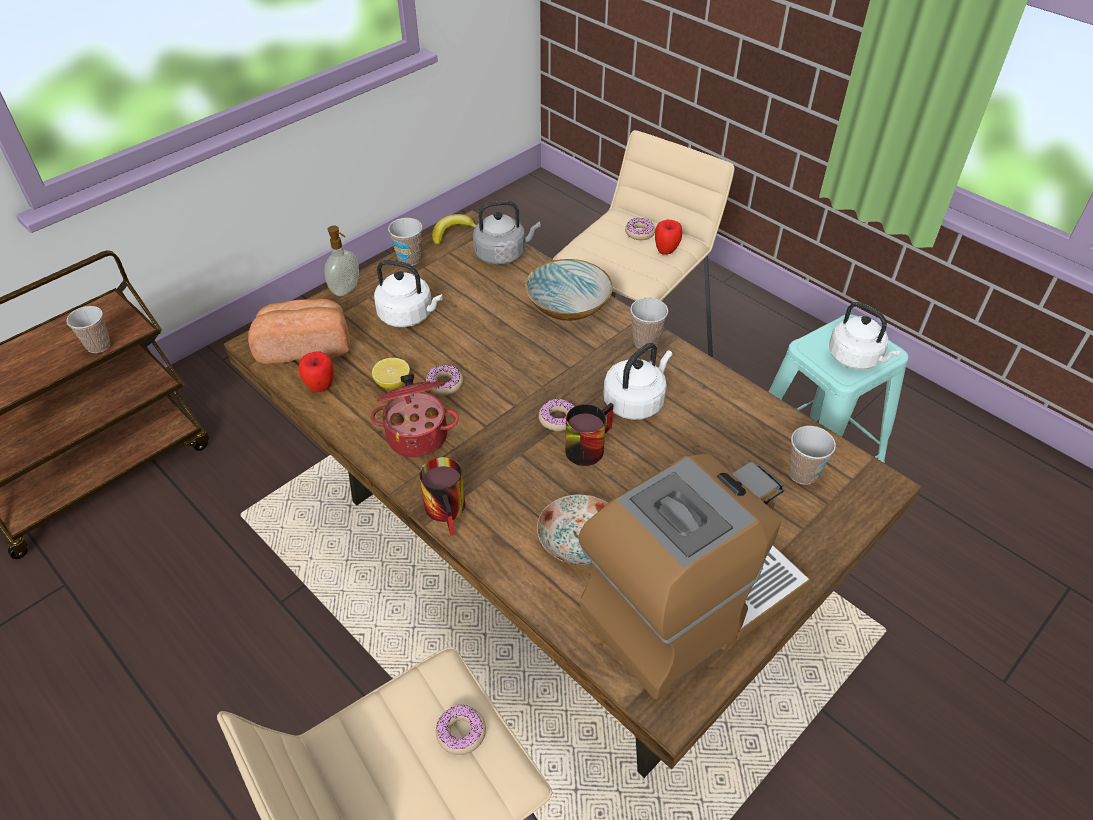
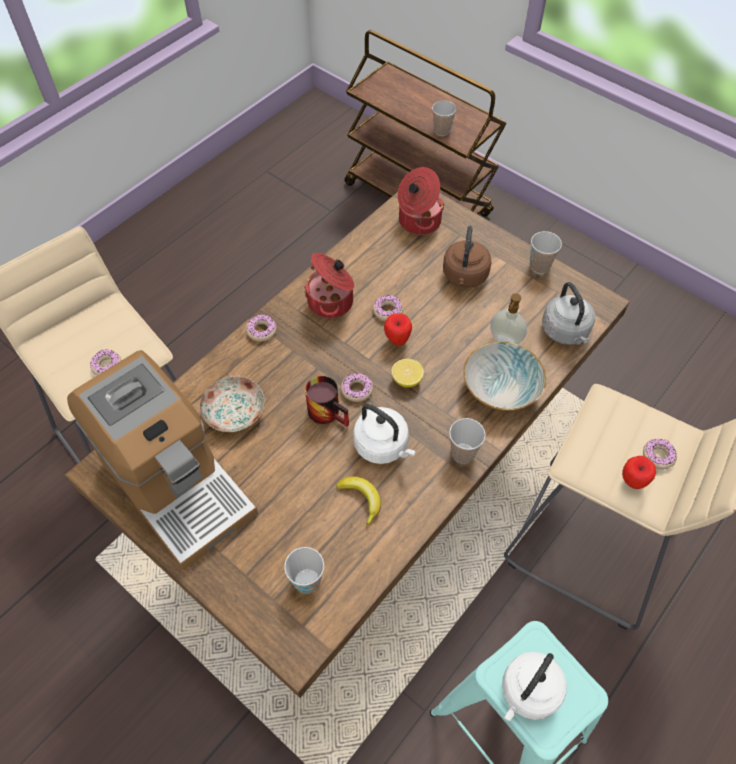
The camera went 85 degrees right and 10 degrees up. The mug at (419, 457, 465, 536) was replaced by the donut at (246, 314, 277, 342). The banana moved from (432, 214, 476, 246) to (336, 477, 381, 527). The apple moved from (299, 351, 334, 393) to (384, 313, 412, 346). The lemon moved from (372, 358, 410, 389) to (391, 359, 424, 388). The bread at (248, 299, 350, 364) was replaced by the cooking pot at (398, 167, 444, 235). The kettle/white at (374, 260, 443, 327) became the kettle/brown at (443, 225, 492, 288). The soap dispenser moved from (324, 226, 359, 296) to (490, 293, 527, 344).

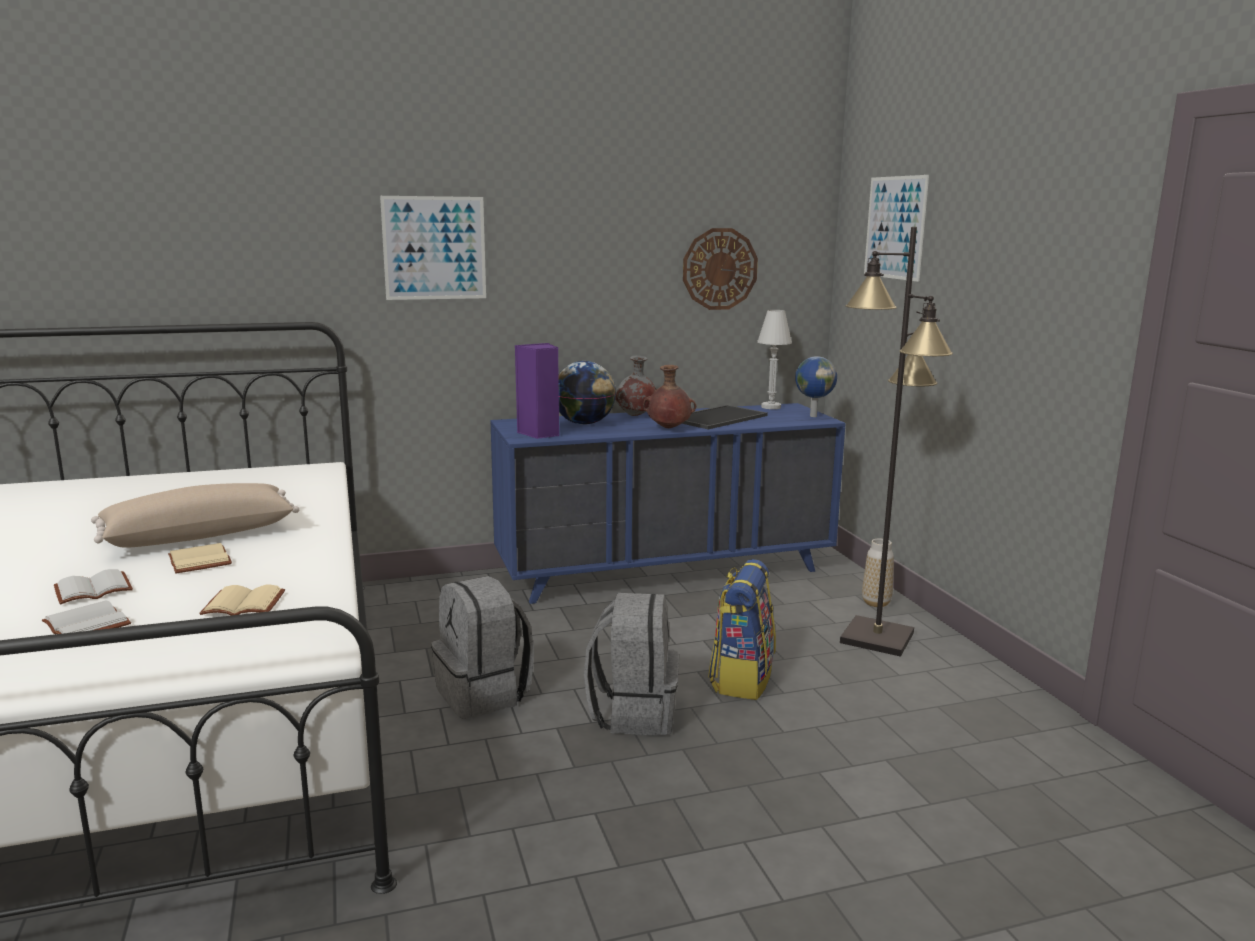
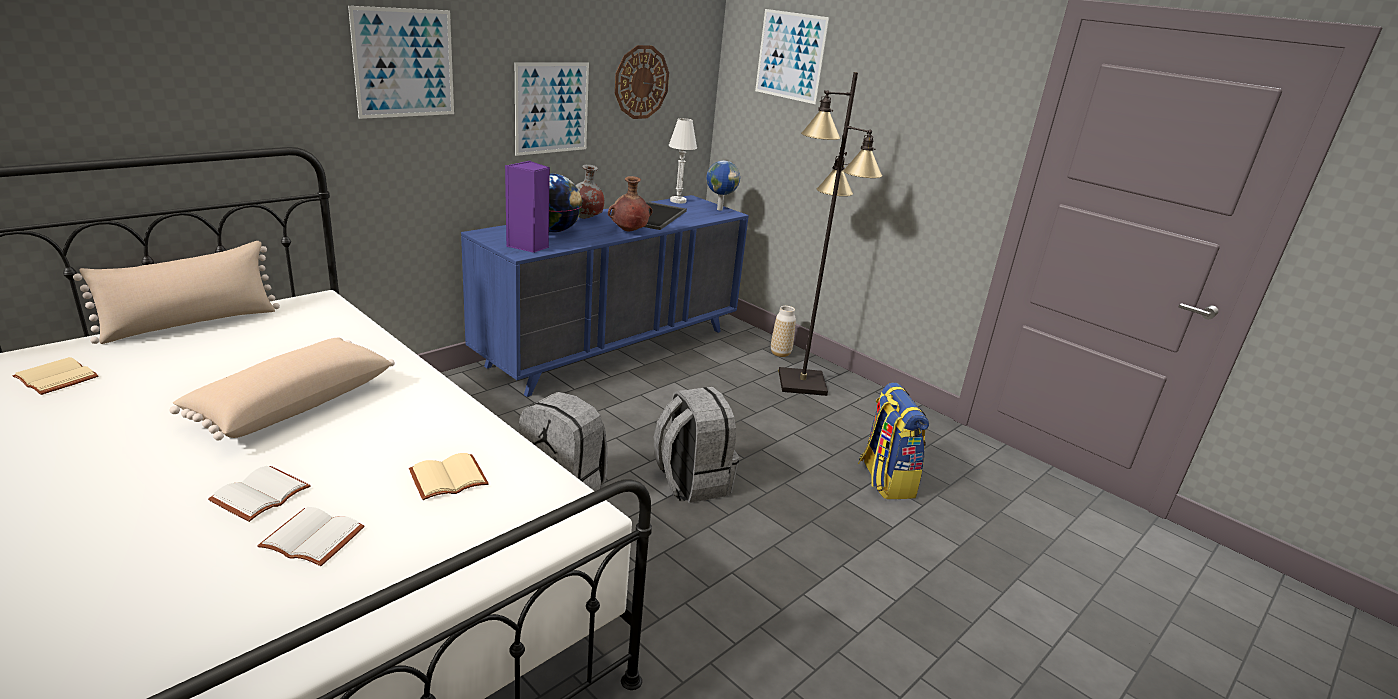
The camera went 30 degrees left and 10 degrees up. The book/beige moved from (168, 543, 232, 573) to (12, 357, 99, 395). The pillow/beige at (73, 241, 280, 344) appeared. The picture at (515, 63, 589, 156) appeared. The backpack moved from (708, 559, 776, 700) to (858, 383, 929, 499).

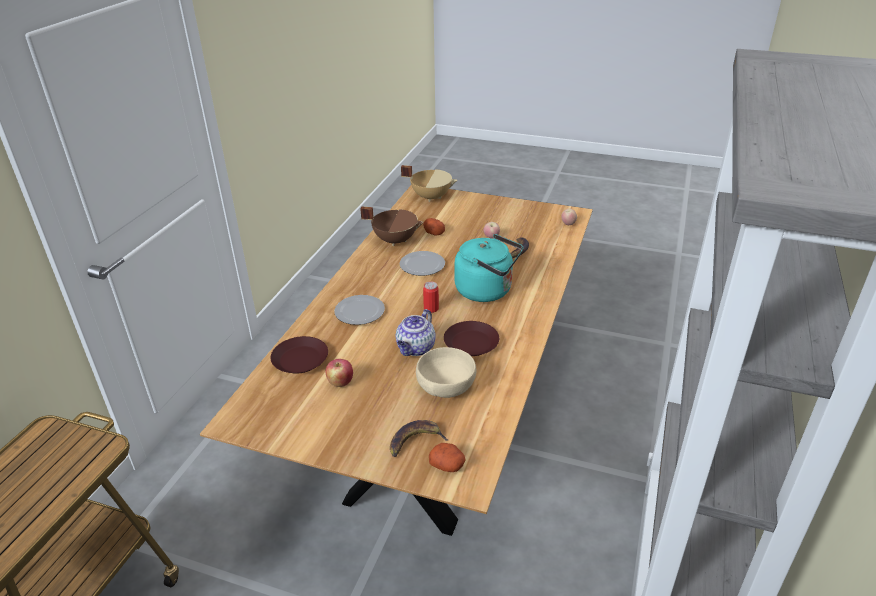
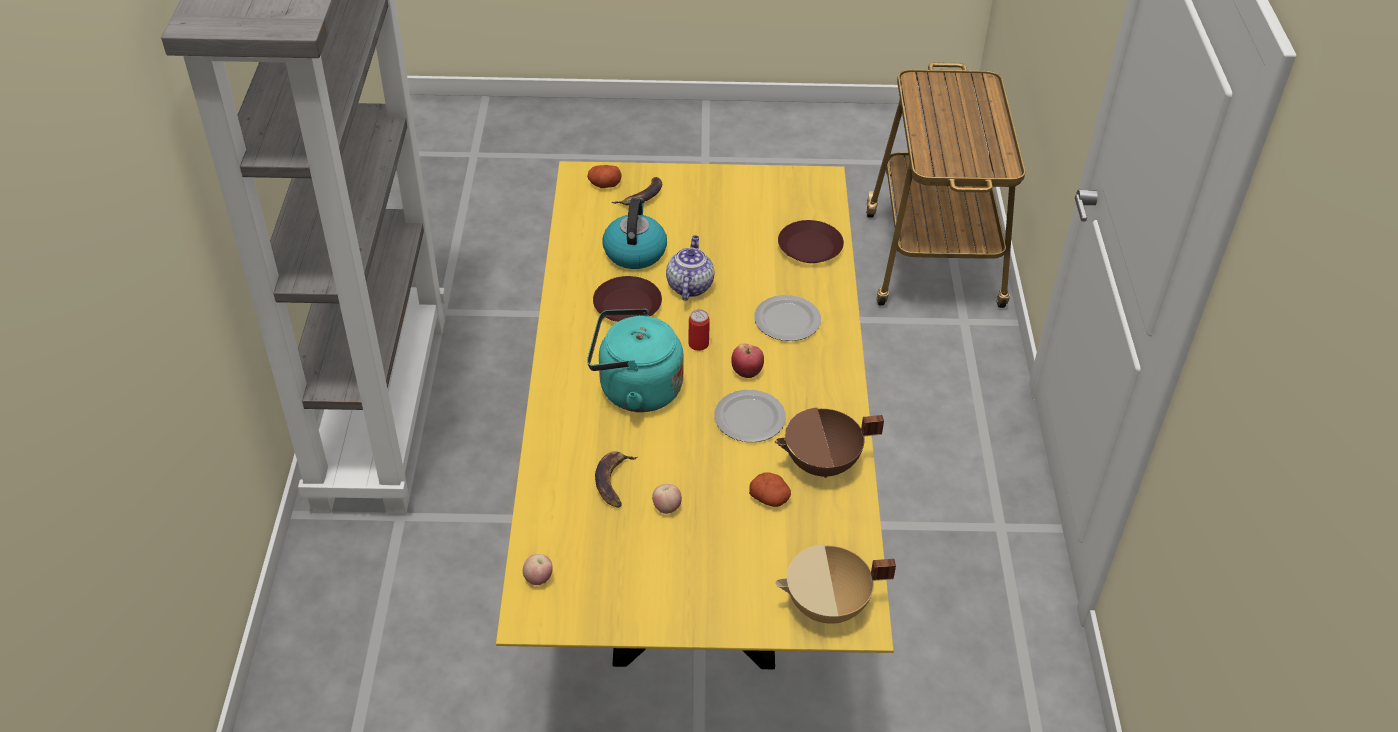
The camera went 160 degrees right and 10 degrees up. The dining table/brown at (200, 185, 593, 536) became the dining table/yellow at (496, 161, 894, 669). The bowl/beige at (416, 347, 476, 398) was replaced by the kettle at (603, 198, 667, 269). The apple moved from (326, 359, 353, 387) to (731, 343, 764, 378).

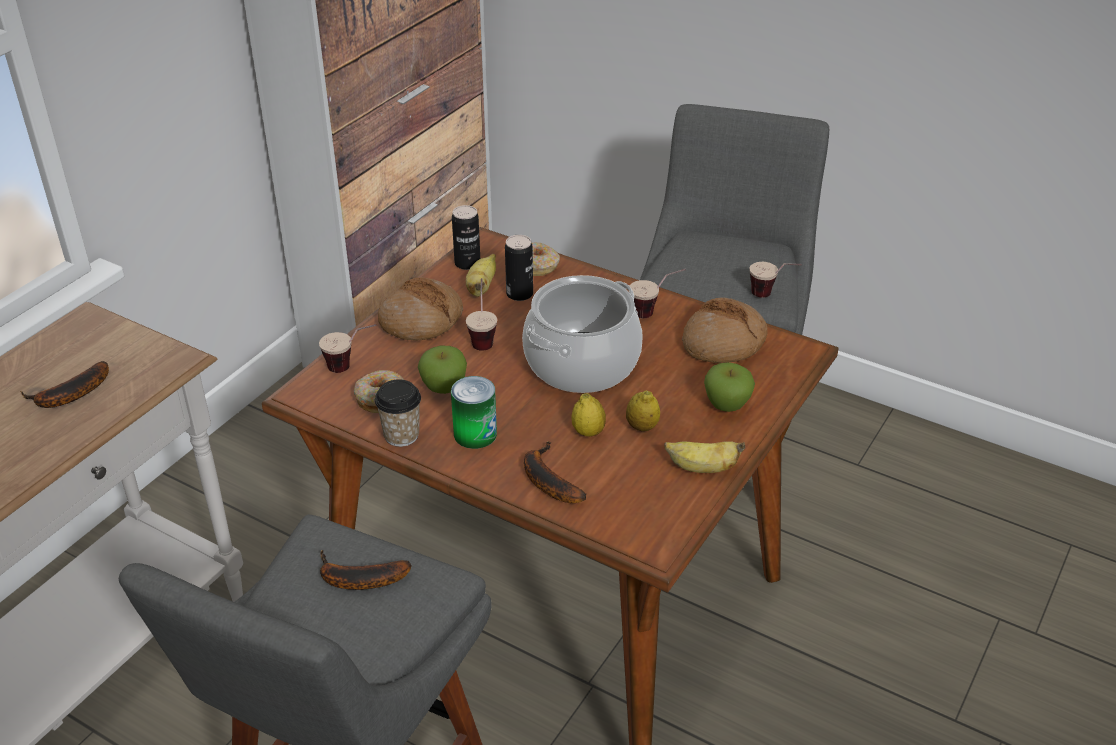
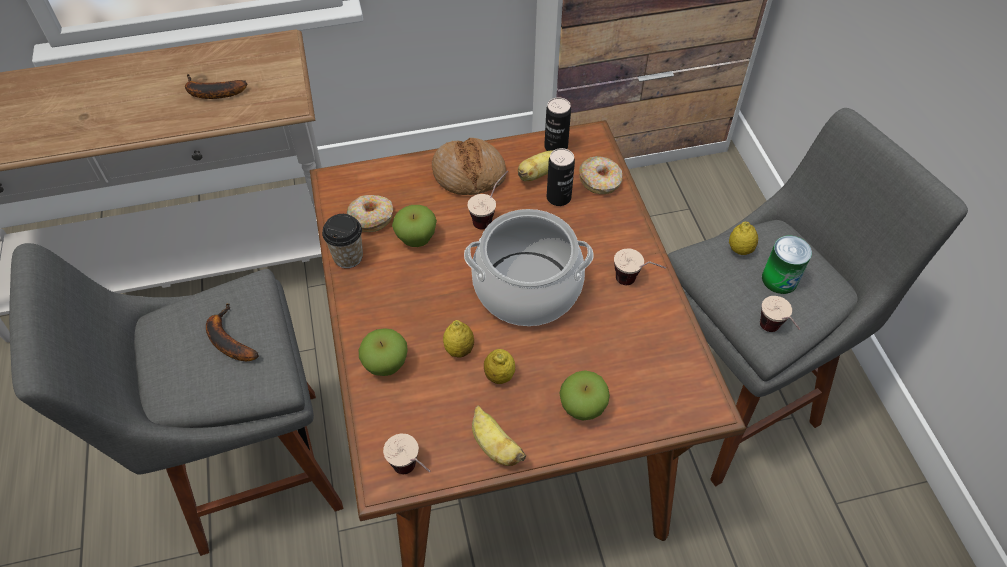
The camera went 45 degrees right and 15 degrees up. The banana at (524, 441, 586, 503) was replaced by the apple at (359, 328, 408, 376). The cup moved from (319, 324, 376, 373) to (383, 434, 430, 474). The lemon at (729, 222, 758, 255) appeared. The can moved from (451, 376, 497, 449) to (762, 236, 812, 294). The bread at (682, 297, 768, 363) disappeared.

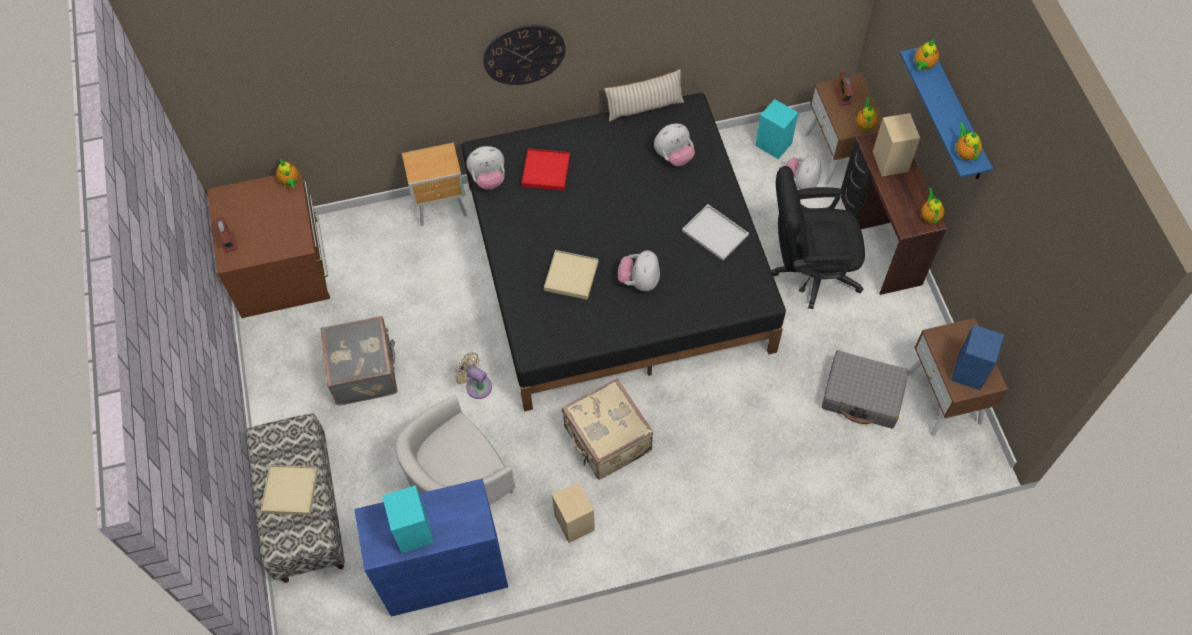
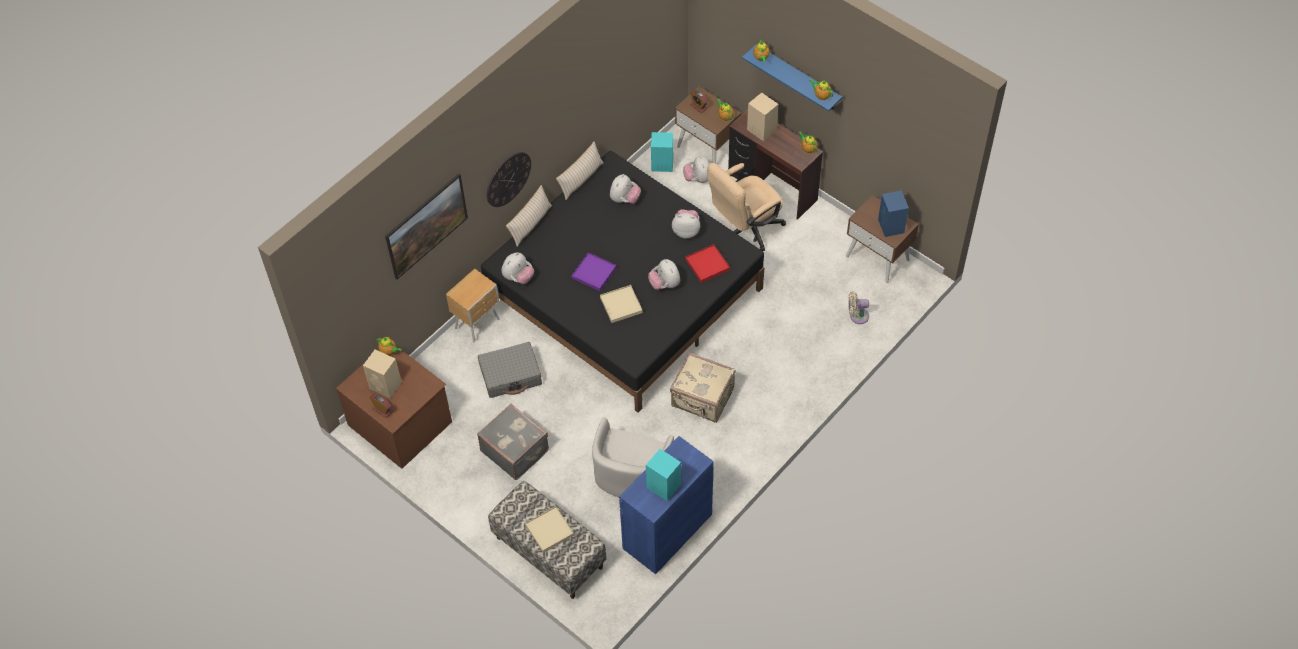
The camera went 35 degrees left and 5 degrees down. The speaker/beige moved from (552, 482, 595, 543) to (363, 349, 402, 398). The picture at (385, 174, 468, 279) appeared. The suitcase/grey moved from (822, 350, 909, 428) to (478, 342, 542, 398). The pillow/beige at (506, 185, 552, 247) appeared. The tray/purple at (571, 252, 616, 291) appeared. The tray/white at (682, 204, 749, 261) was replaced by the plush toy at (672, 209, 700, 238). The tray/red moved from (522, 148, 570, 191) to (685, 244, 730, 283). The office chair/black at (772, 166, 865, 309) became the office chair/beige at (707, 163, 786, 251). The fan/beige moved from (454, 352, 492, 399) to (848, 291, 869, 324).

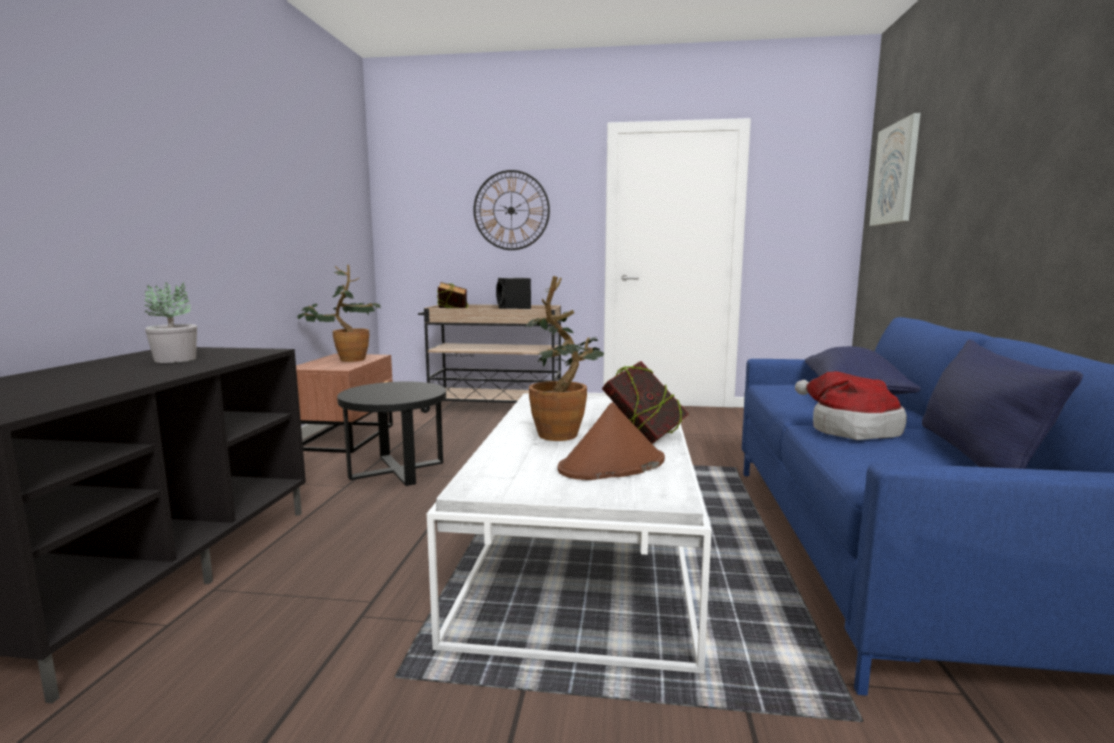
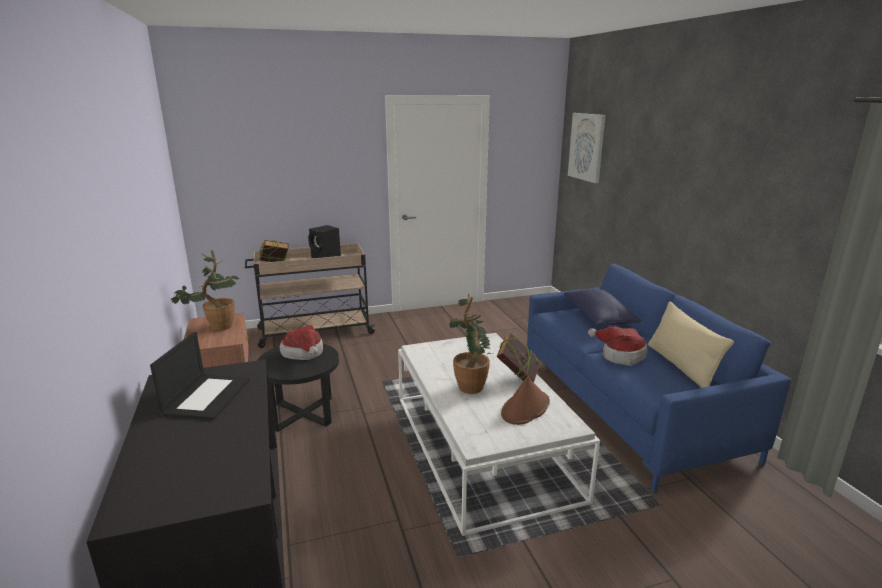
The camera went 25 degrees left and 10 degrees up. The potted plant at (144, 280, 197, 363) was replaced by the laptop at (150, 332, 250, 420). The hat at (280, 325, 323, 360) appeared. The pillow/blue at (922, 339, 1083, 469) became the pillow/beige at (648, 301, 734, 388). The wall clock at (473, 170, 550, 250) disappeared.

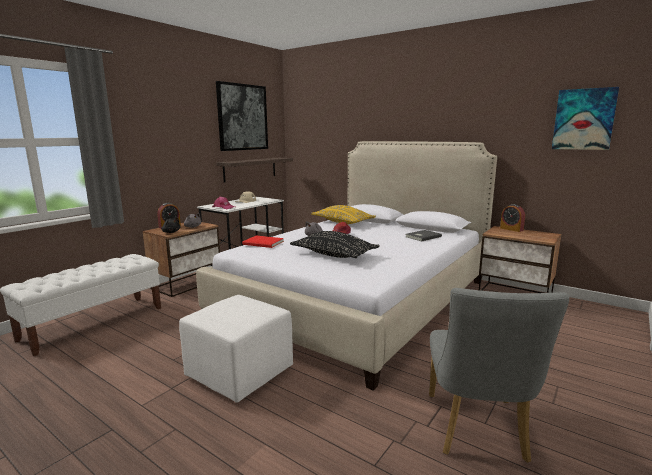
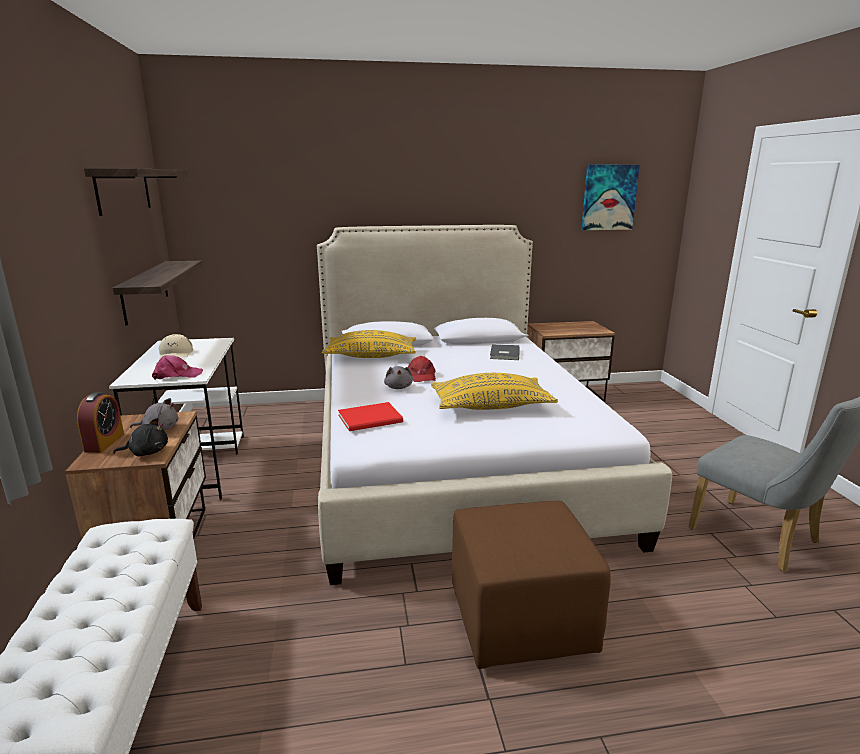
The camera went 45 degrees left and 5 degrees up. The picture at (216, 81, 268, 151) was replaced by the shelf at (84, 168, 188, 216). The pillow/black at (290, 231, 380, 258) became the pillow/yellow at (431, 373, 558, 410). The ottoman/white at (179, 295, 293, 403) became the ottoman/brown at (452, 501, 611, 669). The alarm clock at (500, 204, 525, 232) disappeared.

